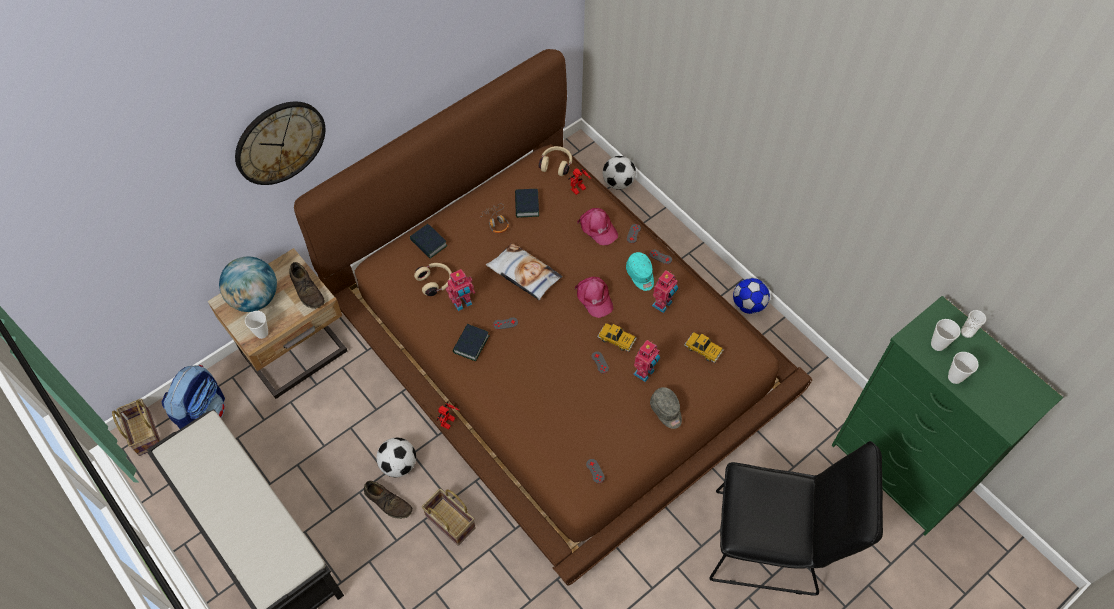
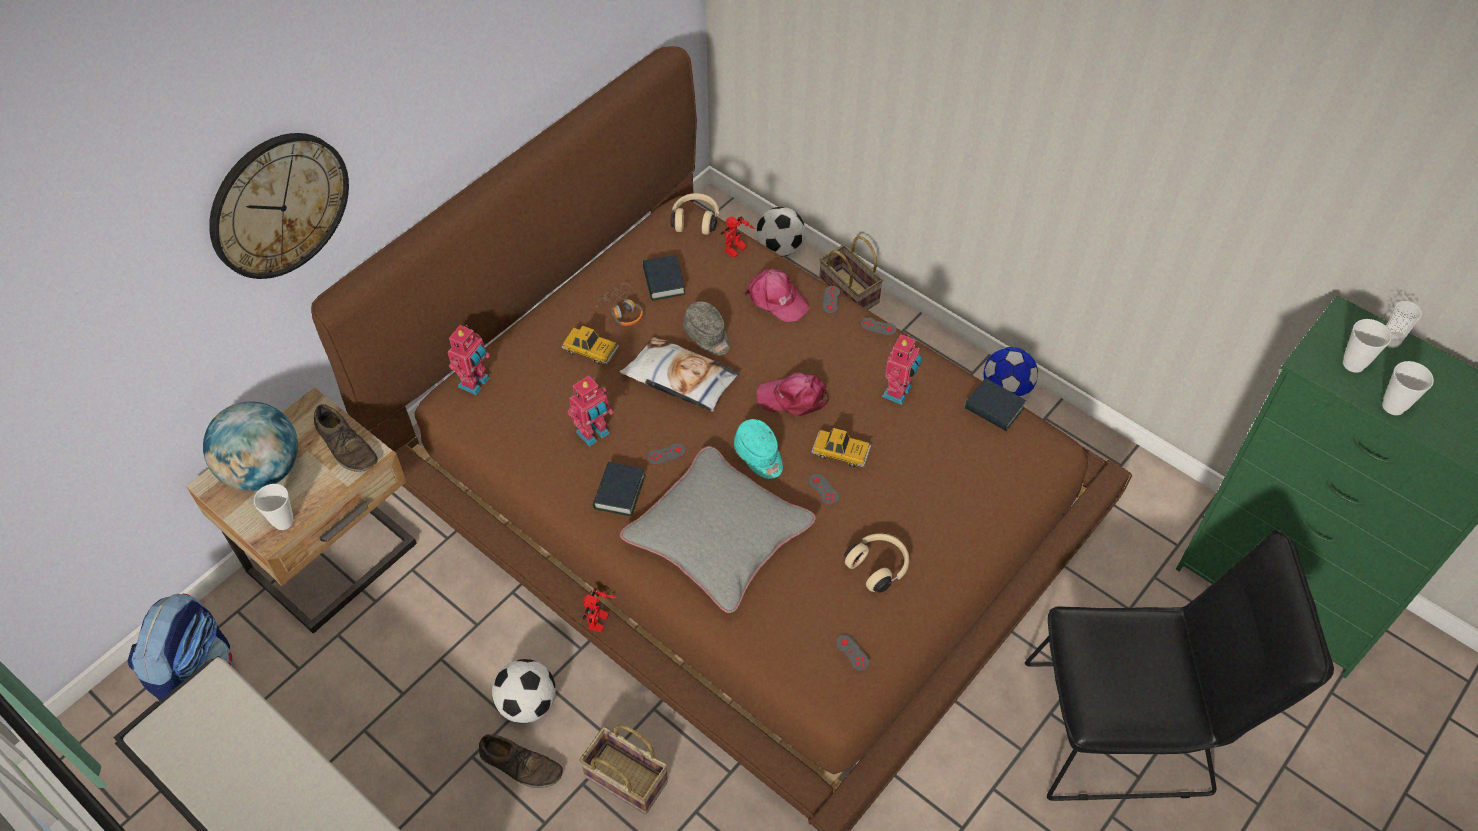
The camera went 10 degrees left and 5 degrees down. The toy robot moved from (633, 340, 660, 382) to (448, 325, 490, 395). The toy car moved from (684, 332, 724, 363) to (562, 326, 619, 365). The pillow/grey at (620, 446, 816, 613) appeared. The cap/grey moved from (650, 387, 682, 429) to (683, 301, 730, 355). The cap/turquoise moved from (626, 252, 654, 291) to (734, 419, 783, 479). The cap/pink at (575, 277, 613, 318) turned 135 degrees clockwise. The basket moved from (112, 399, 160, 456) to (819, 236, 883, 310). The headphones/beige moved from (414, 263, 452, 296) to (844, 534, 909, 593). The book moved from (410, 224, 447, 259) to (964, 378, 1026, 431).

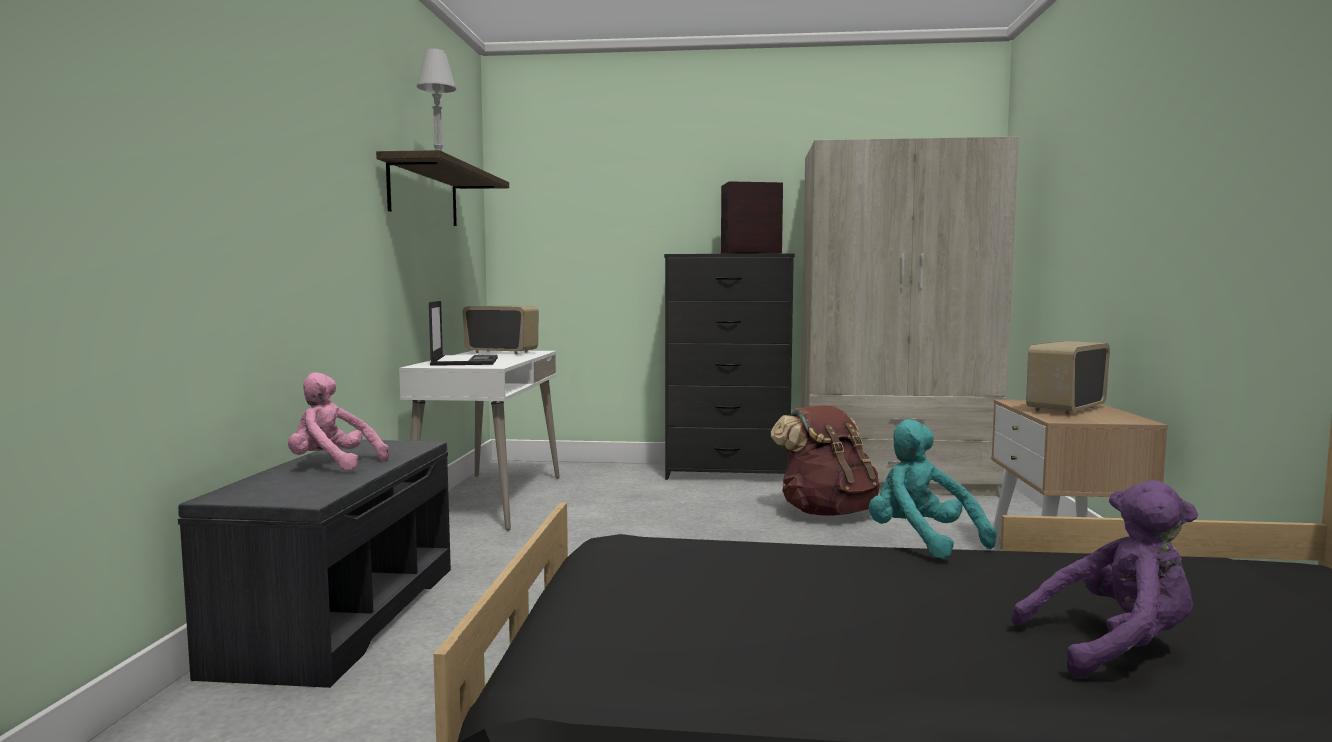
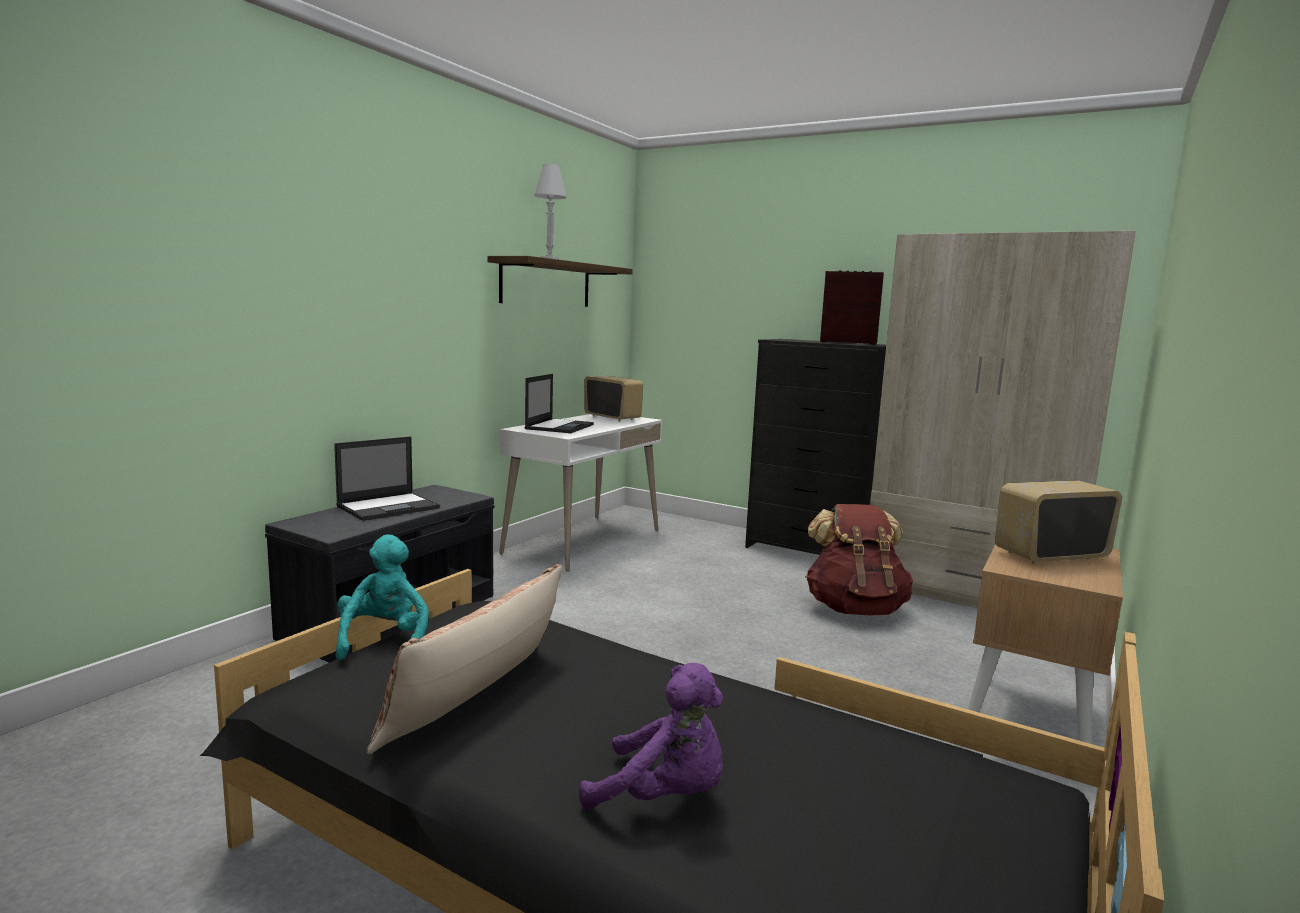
The camera went 25 degrees right and 5 degrees up. The plush toy/pink at (288, 372, 389, 471) was replaced by the laptop at (334, 436, 440, 521). The plush toy/turquoise moved from (869, 419, 997, 559) to (336, 534, 429, 660). The pillow at (367, 564, 563, 754) appeared.

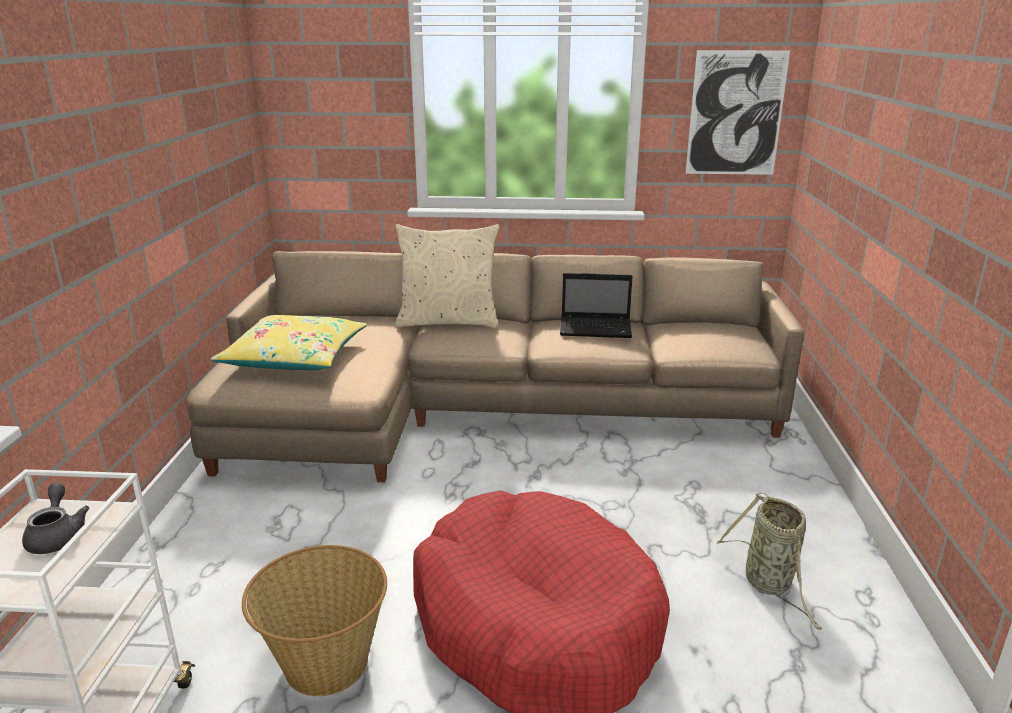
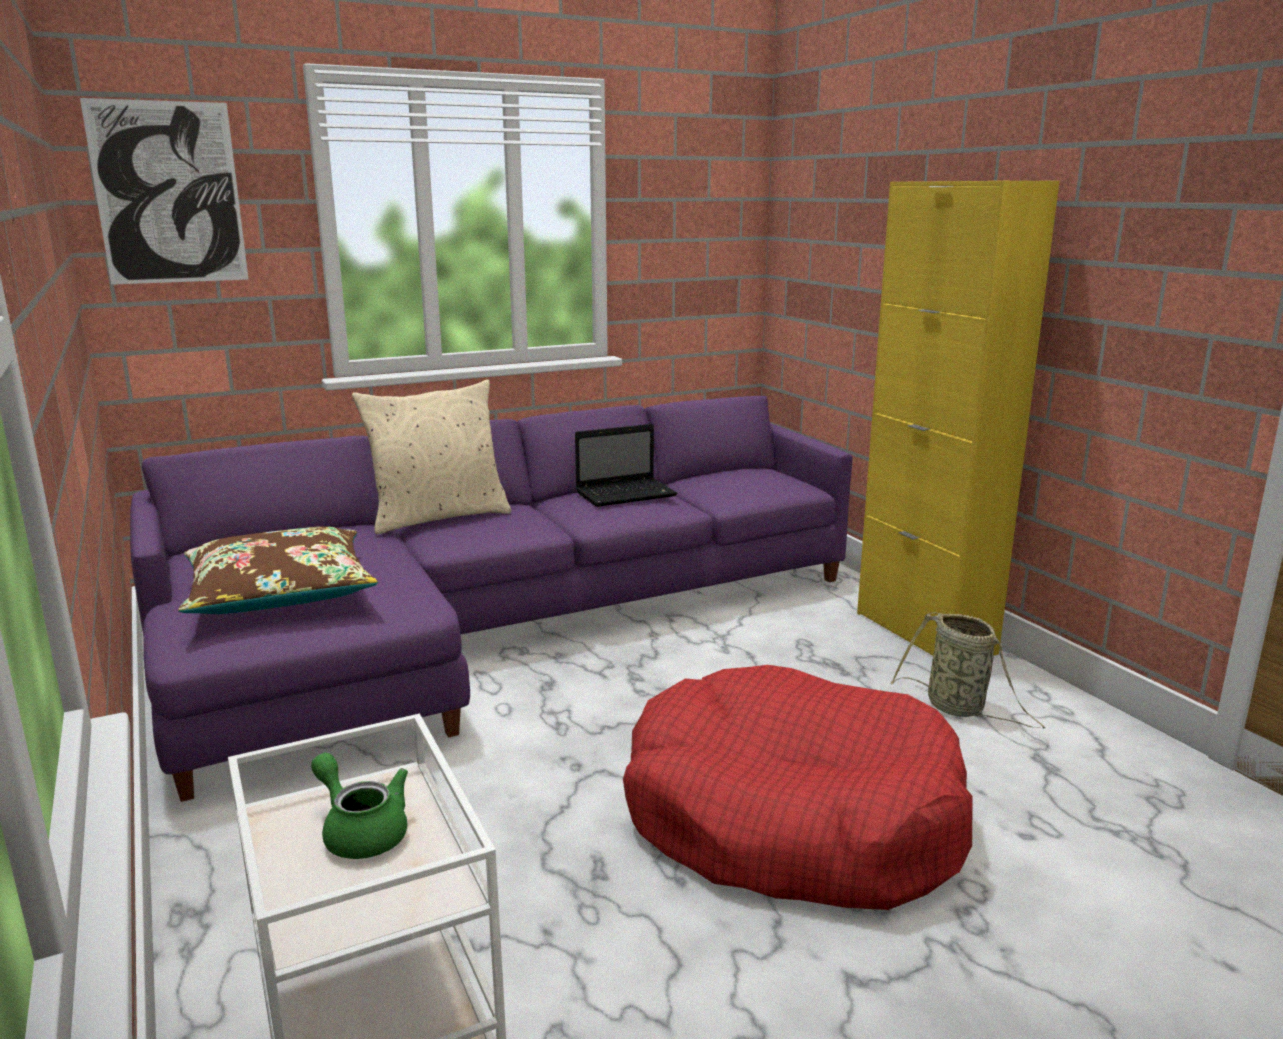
The camera went 30 degrees left and 5 degrees down. The picture moved from (685, 50, 790, 175) to (80, 98, 249, 285). The sofa/beige at (186, 251, 804, 482) became the sofa/purple at (130, 396, 853, 802). The pillow/yellow at (211, 315, 367, 370) became the pillow/brown at (178, 527, 378, 614). The teapot/grey at (22, 483, 90, 554) became the teapot/green at (311, 753, 408, 859). The cabinet/yellow at (857, 181, 1059, 655) appeared. The basket at (242, 545, 387, 696) disappeared.

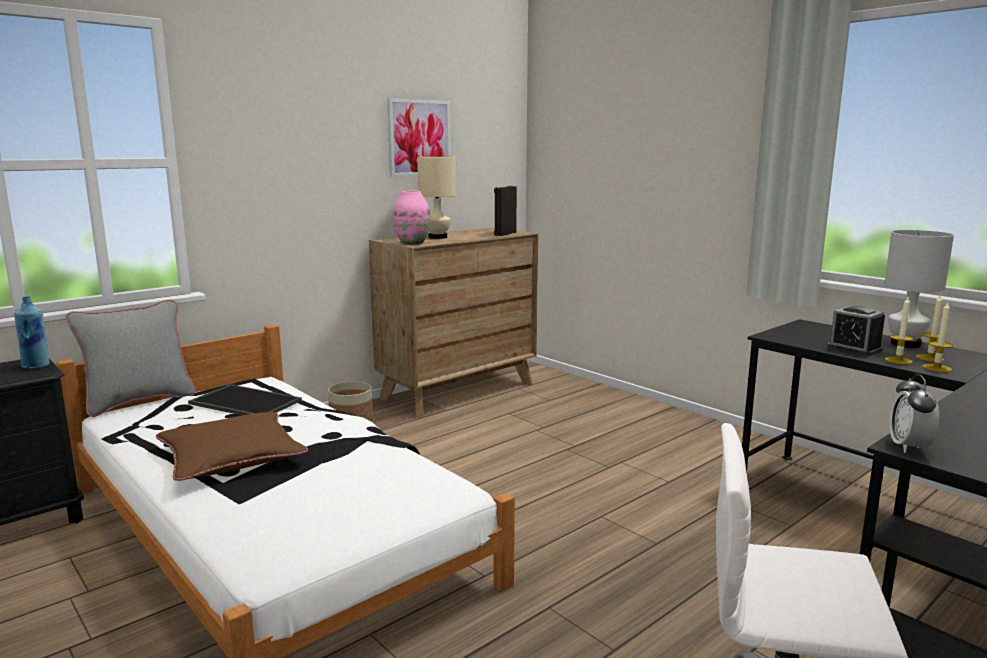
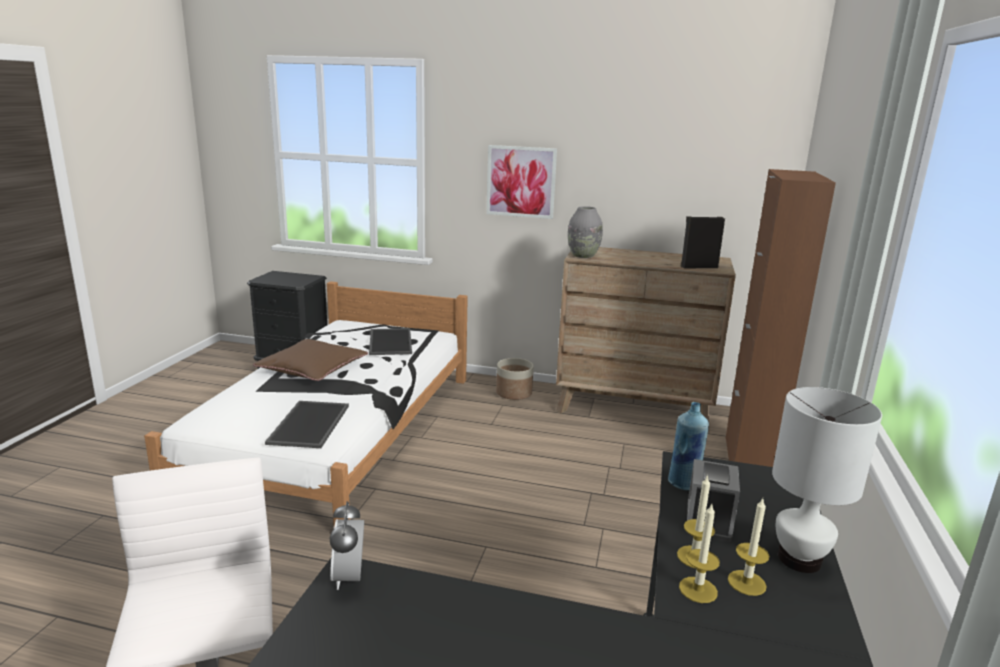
The camera went 55 degrees right and 5 degrees up. The tray at (265, 401, 349, 448) appeared. The alarm clock at (889, 374, 939, 453) turned 75 degrees counterclockwise. The picture moved from (387, 98, 451, 176) to (487, 145, 557, 219). The vase/pink at (393, 191, 430, 245) became the vase/grey at (568, 206, 603, 258). The bottle/blue moved from (14, 297, 50, 369) to (668, 402, 709, 490). The cabinet/brown at (726, 169, 836, 467) appeared. The pillow/grey at (66, 299, 196, 417) disappeared. The table lamp/beige at (417, 156, 456, 239) disappeared.

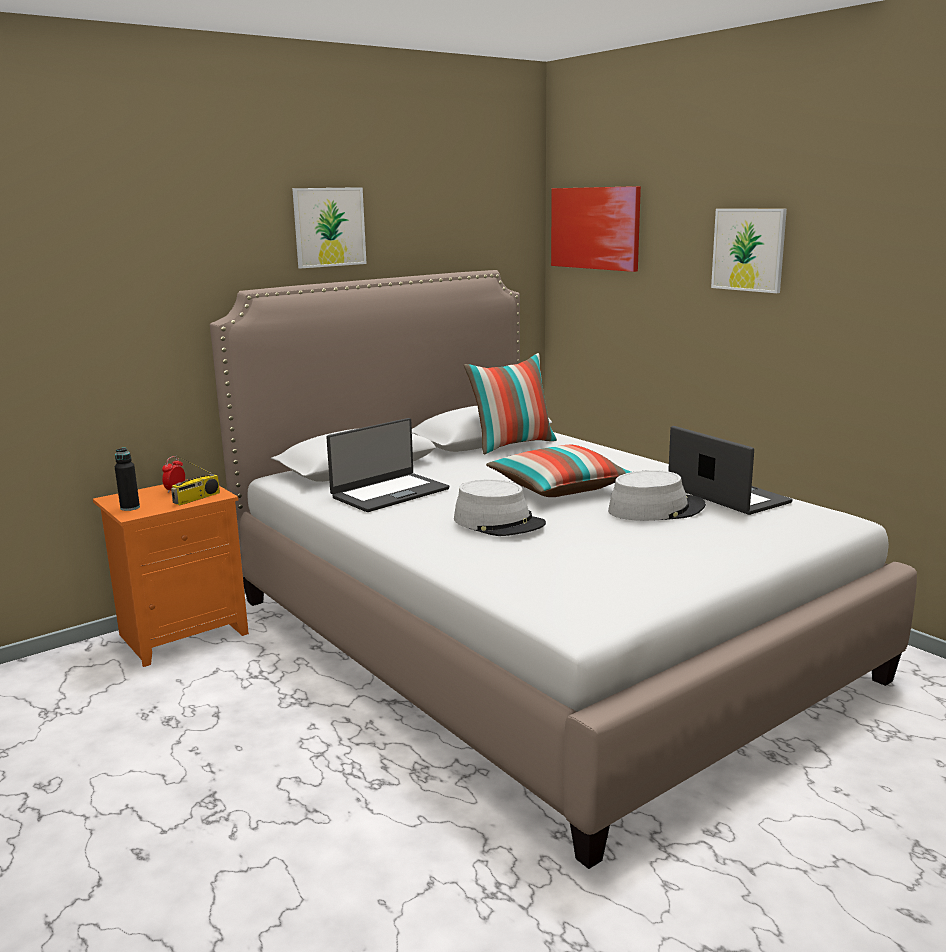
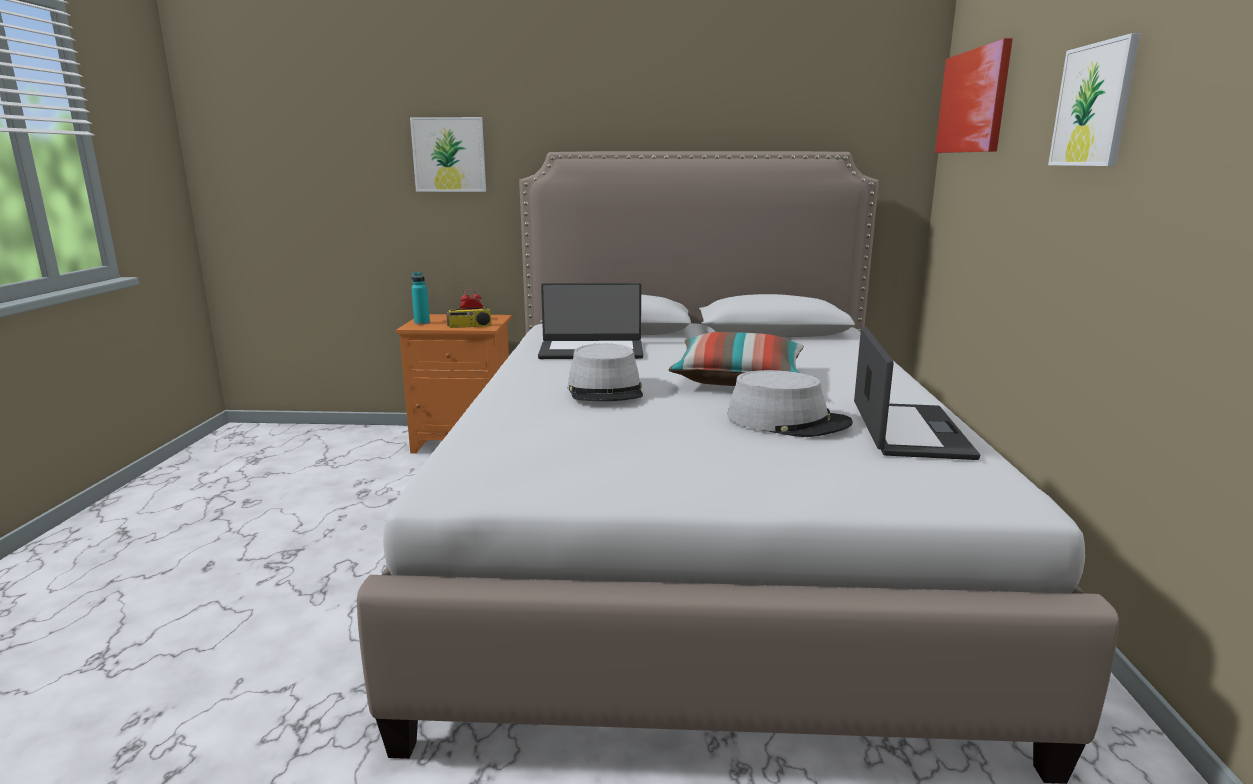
The camera went 40 degrees right and 0 degrees up. The picture moved from (292, 187, 367, 269) to (410, 117, 486, 192). The bottle/black at (115, 448, 140, 511) became the bottle/turquoise at (411, 272, 430, 325). The pillow at (464, 353, 557, 455) disappeared.

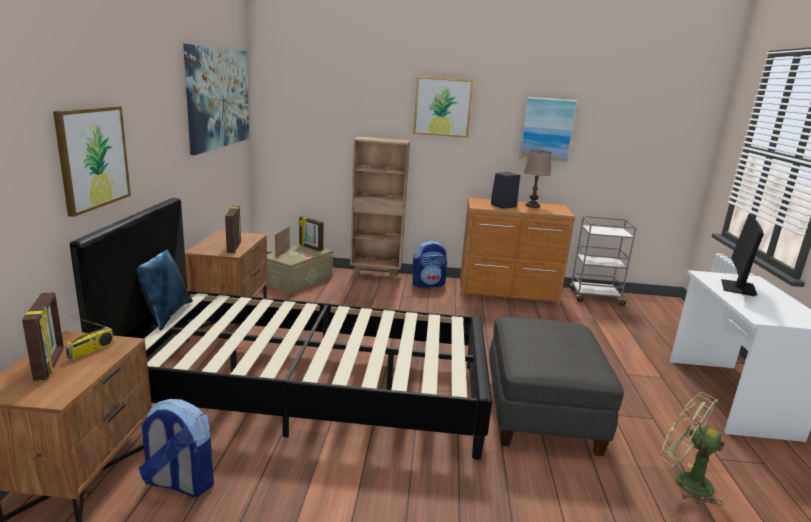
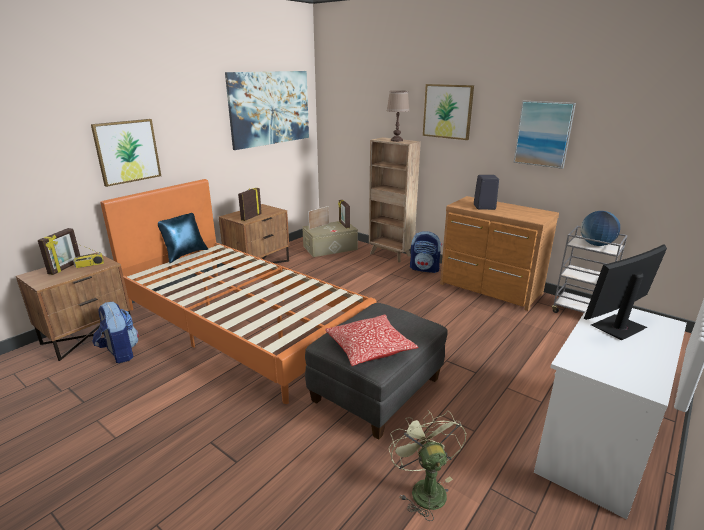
The camera went 35 degrees right and 5 degrees up. The bed/black at (70, 198, 492, 460) became the bed/orange at (100, 179, 376, 404). The pillow at (325, 314, 418, 366) appeared. The table lamp/brown moved from (524, 150, 551, 208) to (387, 91, 410, 142). The globe at (581, 211, 620, 246) appeared.

